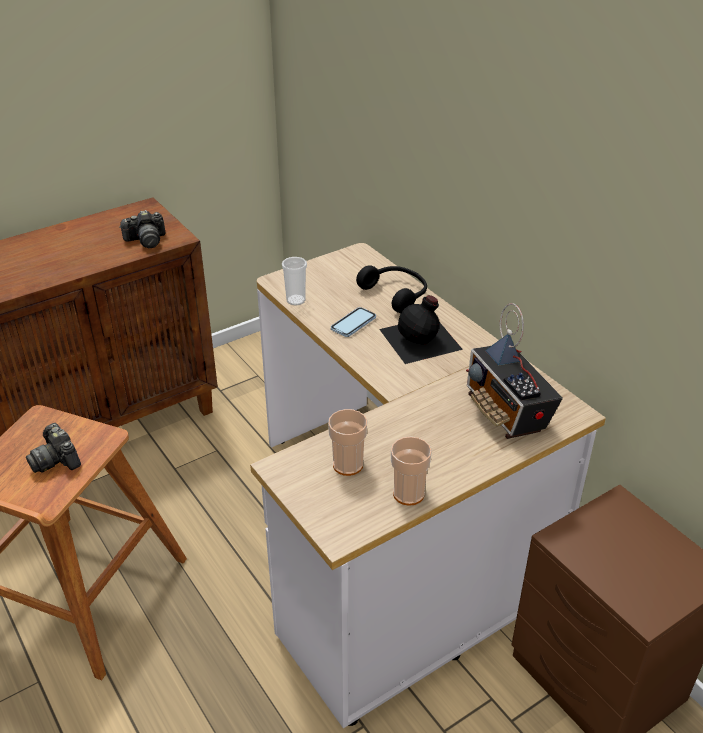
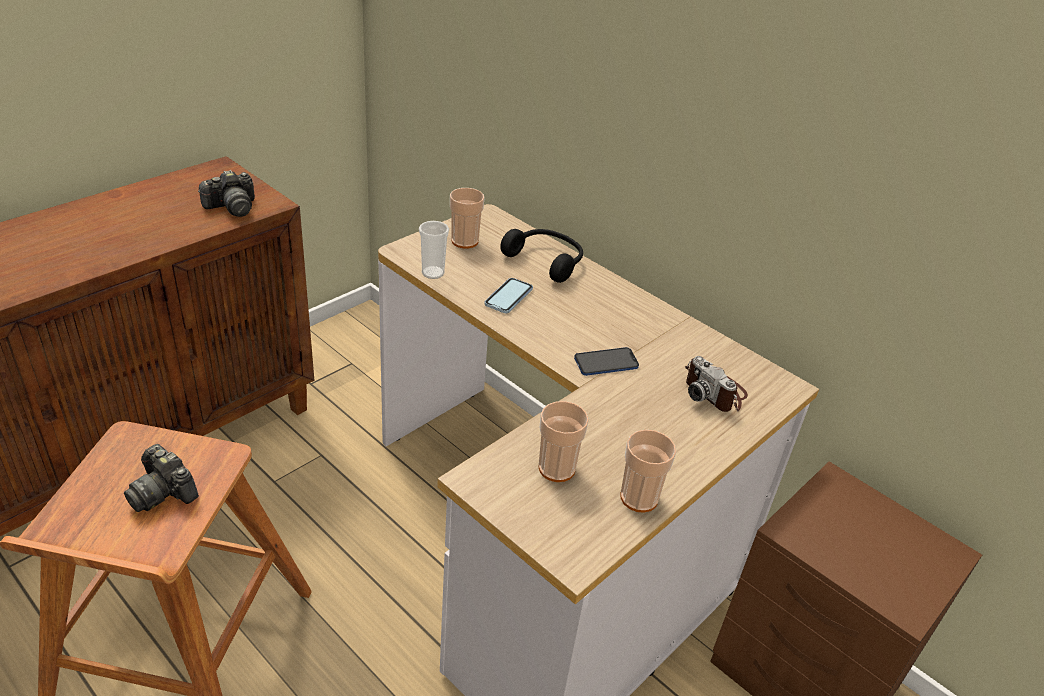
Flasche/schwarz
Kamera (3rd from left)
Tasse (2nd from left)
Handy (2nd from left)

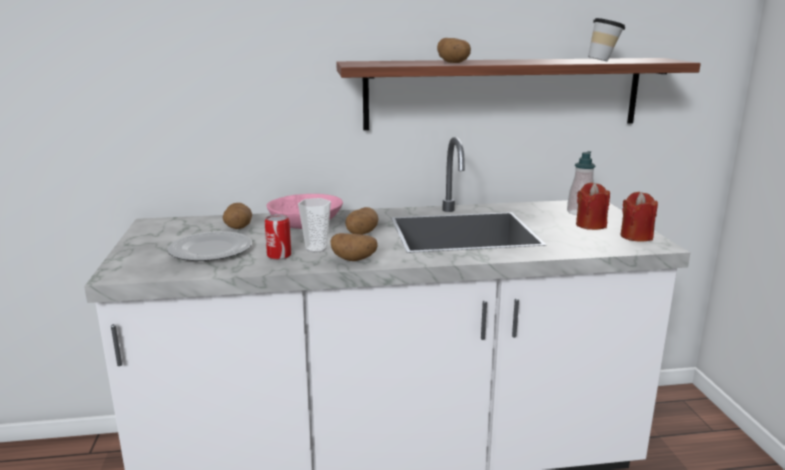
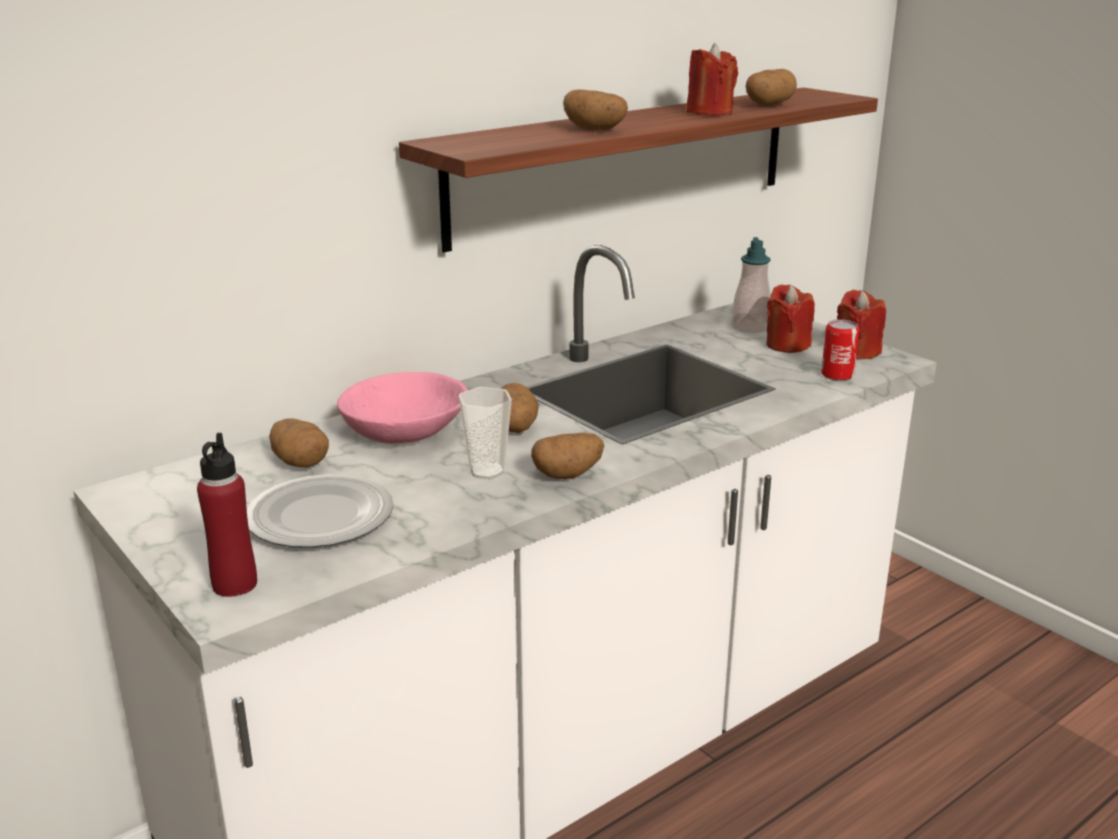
Dose
Kartoffel (5th from left)
Flasche/rot
Kerze/rot (1st from left)

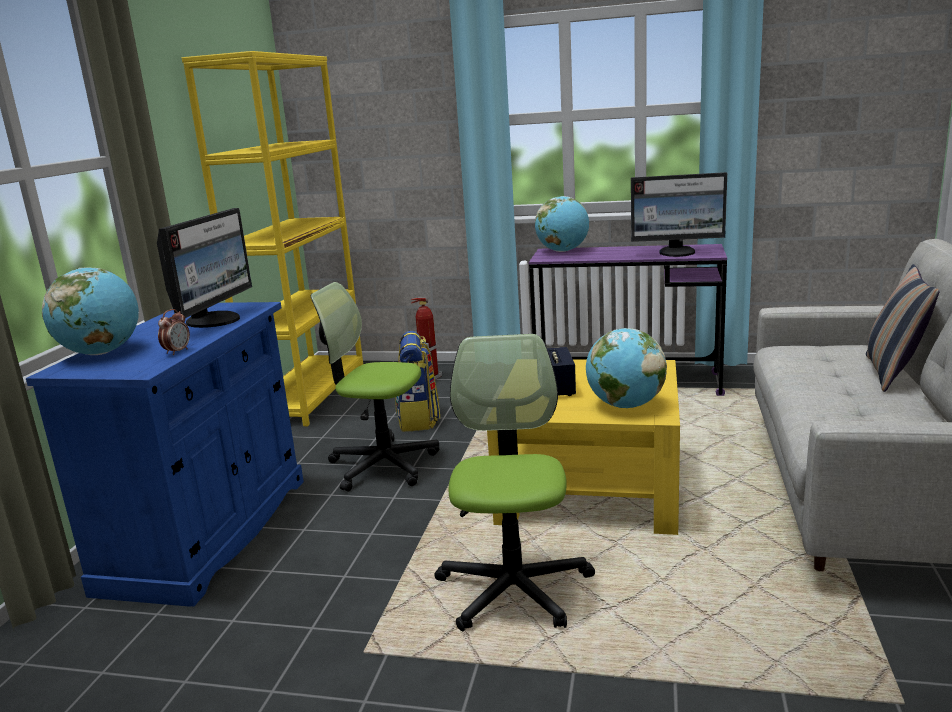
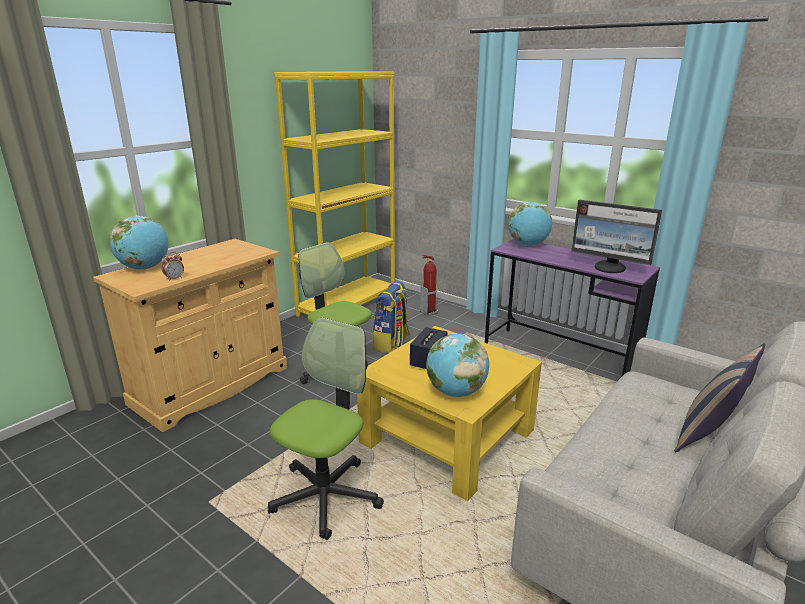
Schrank/beige
Monitor (1st from left in the first image)

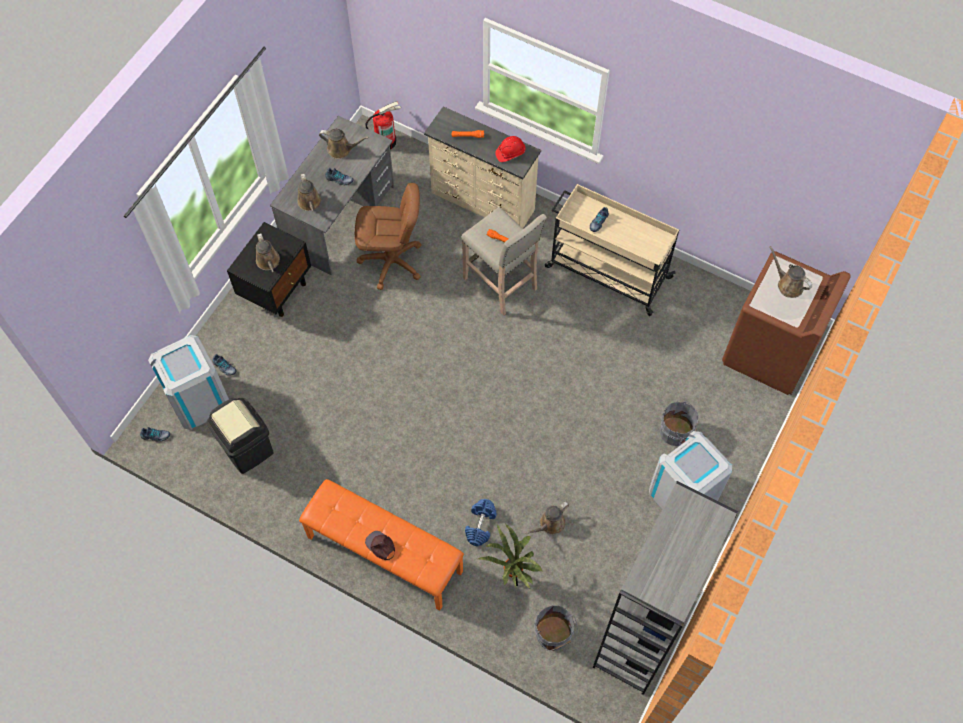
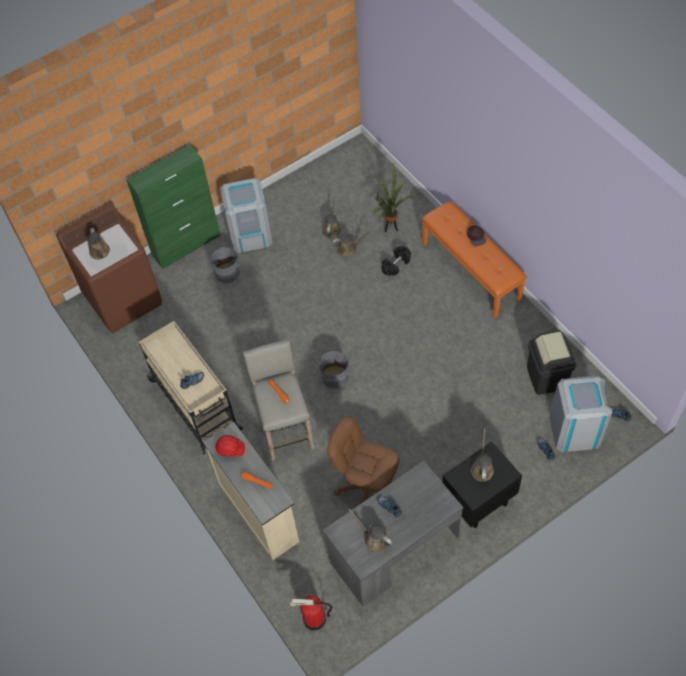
Gießkanne/braun (2nd from left)
Hantel/schwarz
Eimer/grau (2nd from left)
Bücherregal/grau
Schrank/grün

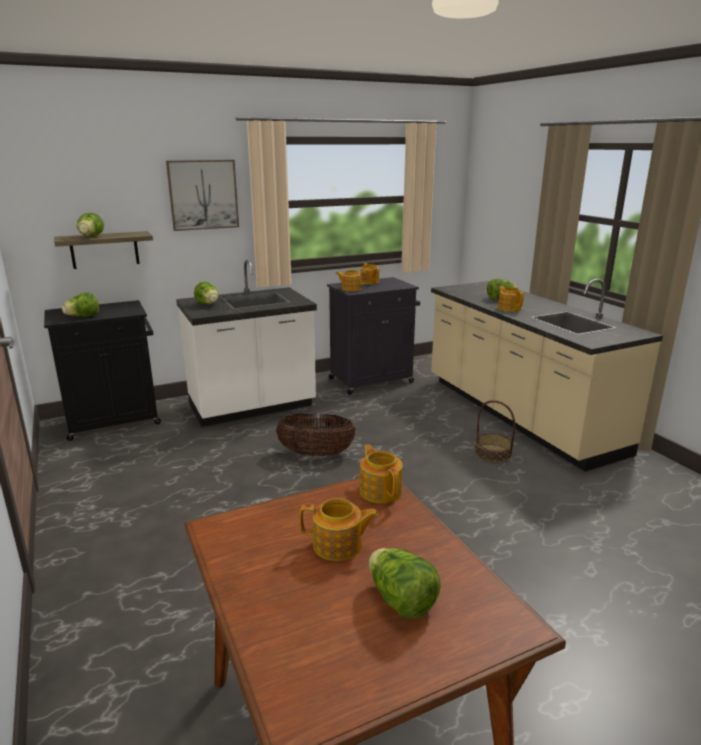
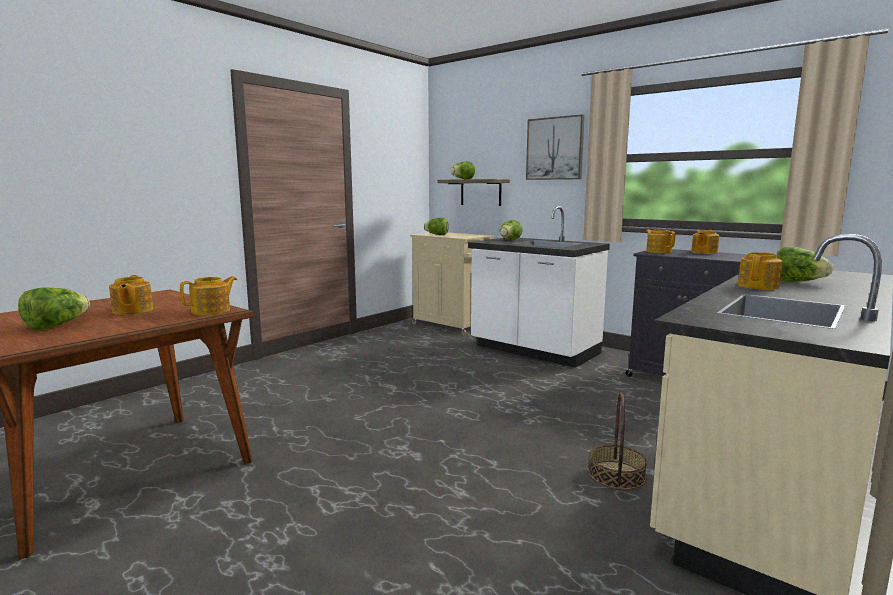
Schrank/beige
Korb (1st from left in the first image)

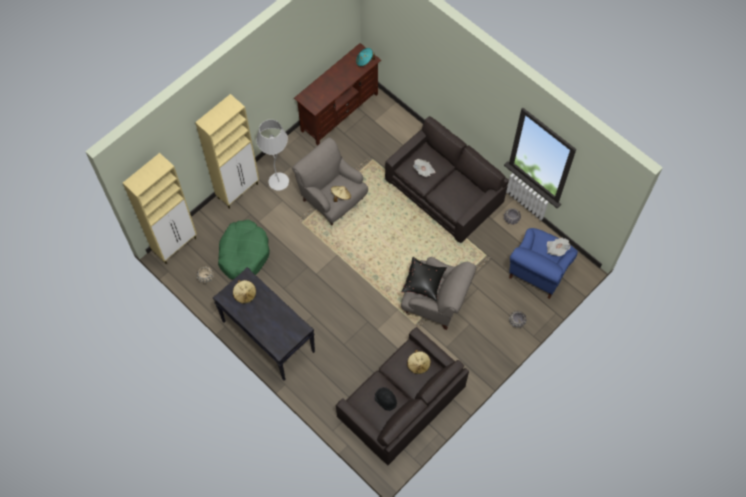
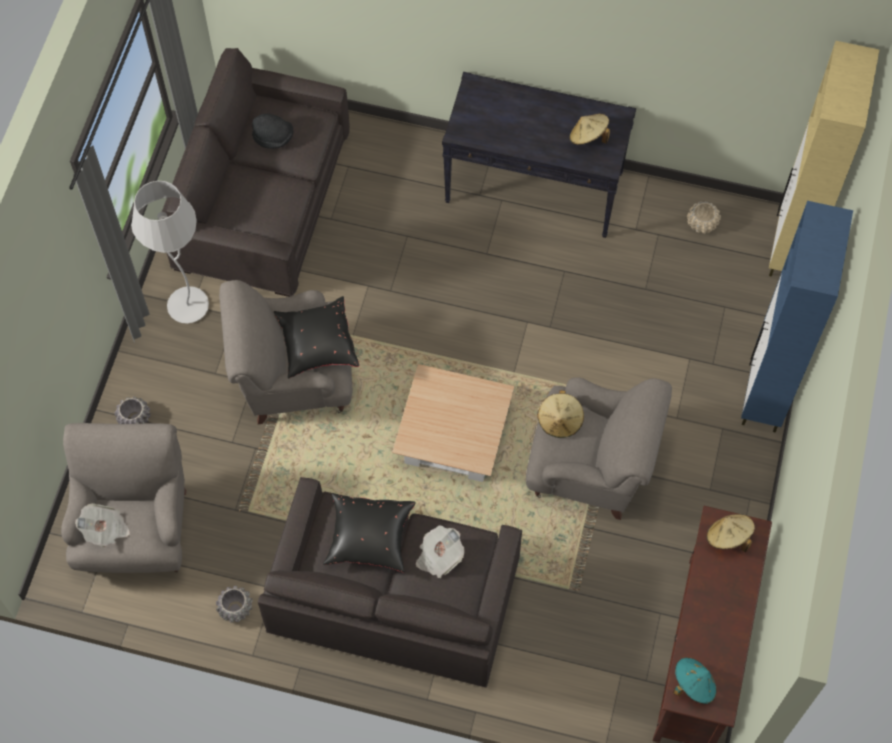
Schrank/blau
Hundebett/grün
Stehlampe/weiß
Hut/beige (3rd from left)
Sessel/grau (1st from left)
Kissen/schwarz (2nd from left)
Couchtisch/beige

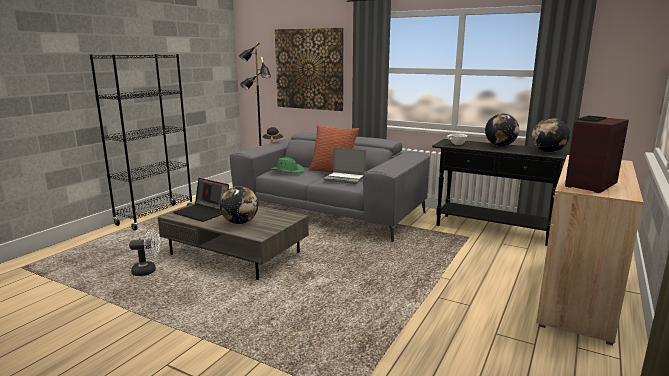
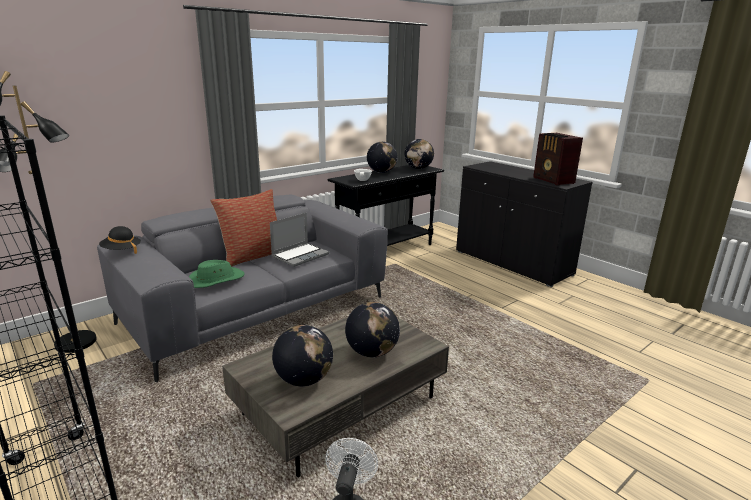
Globus (1st from left)
Bild
Schrank/schwarz

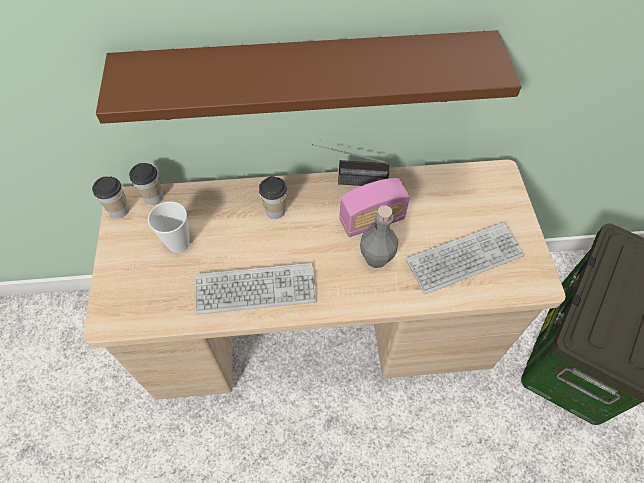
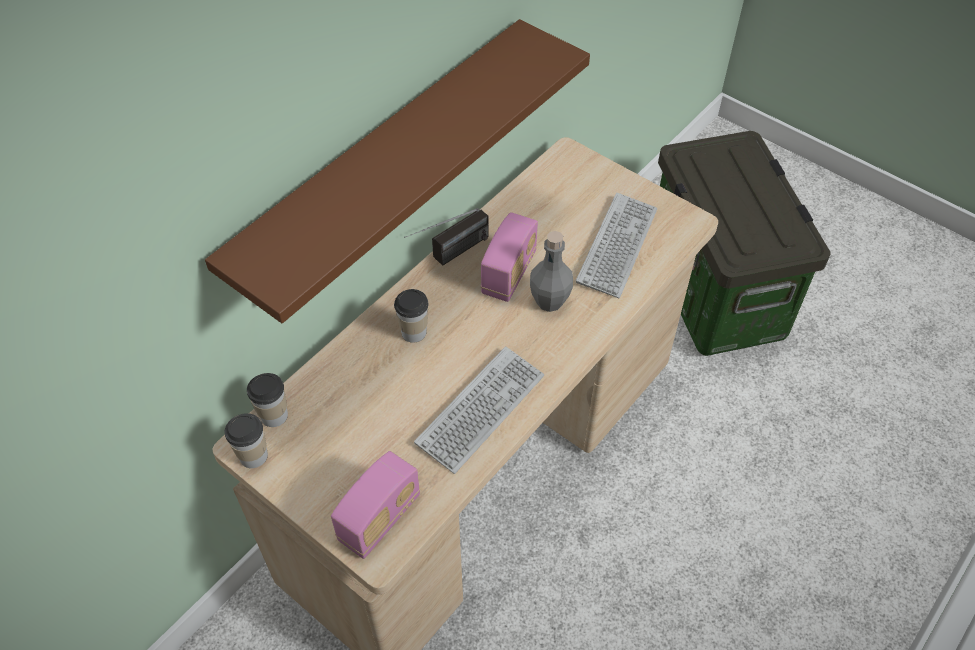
Tasse (3rd from left in the first image)
Radio (1st from left)

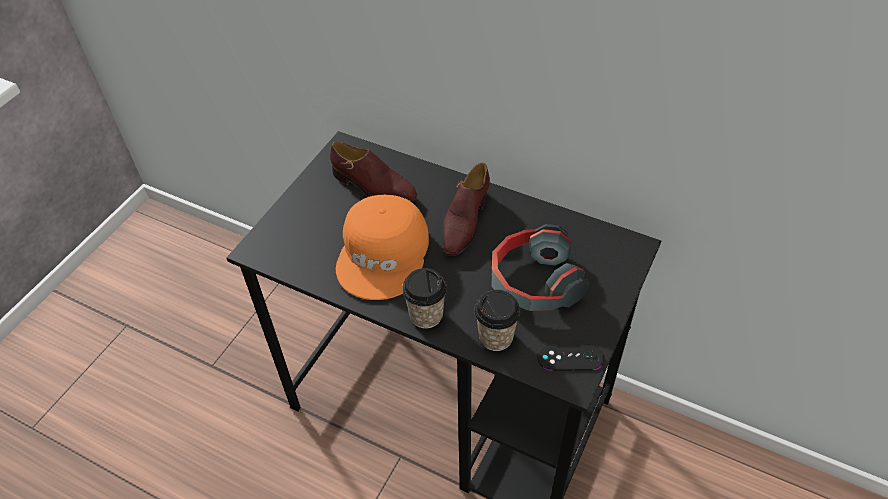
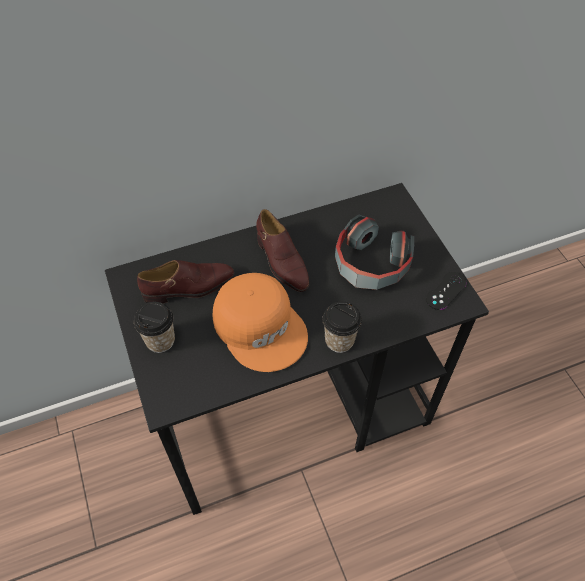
Tasse (1st from left)

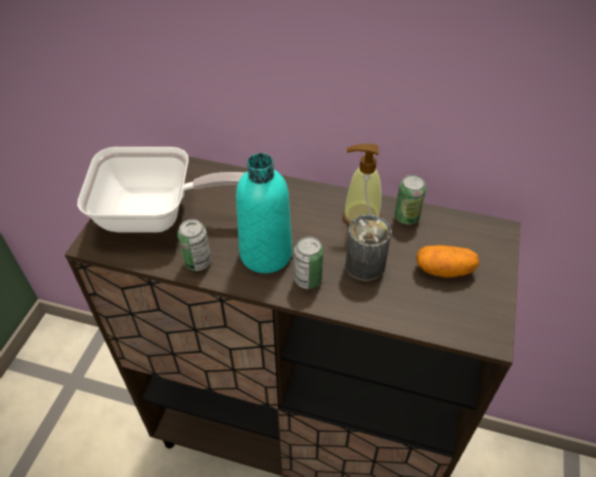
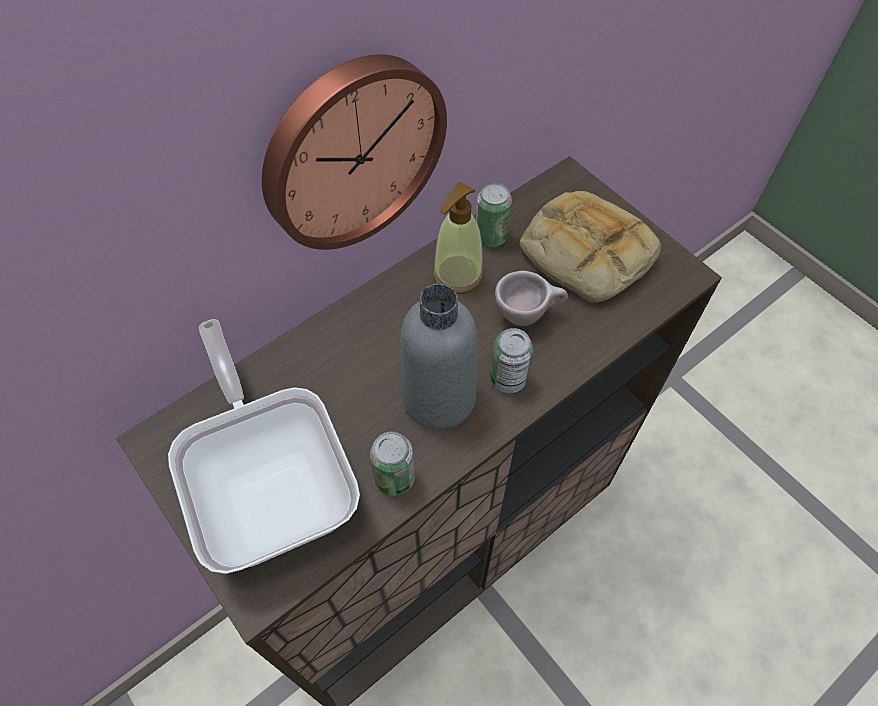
Pfanne
Flasche/grau
Tasse/beige
Brot
Wanduhr

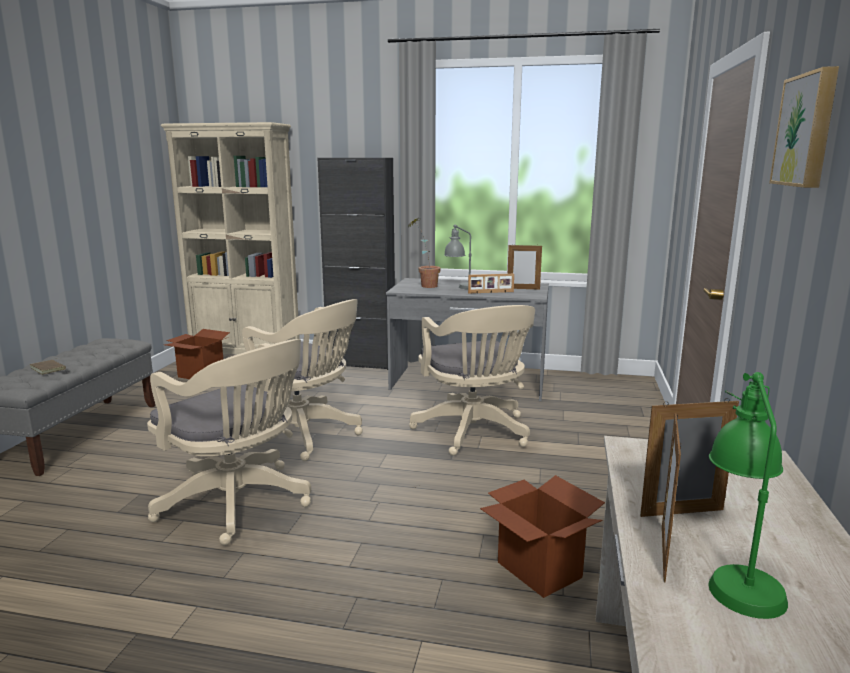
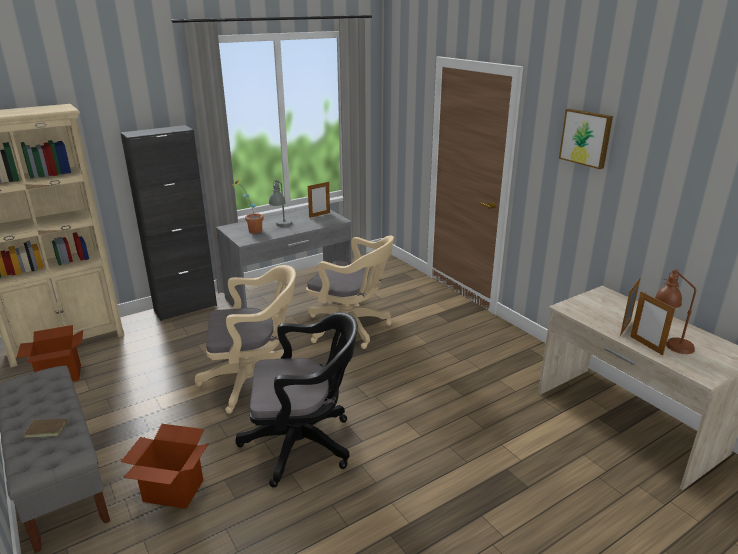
Bürostuhl/schwarz
Bilderrahmen (1st from left in the first image)
Karton (2nd from left)
Tischlampe/braun

